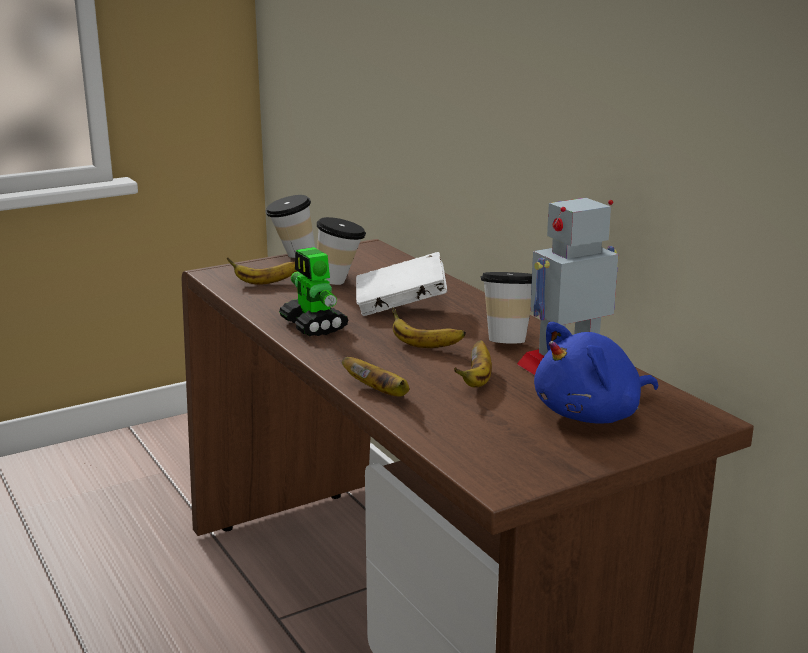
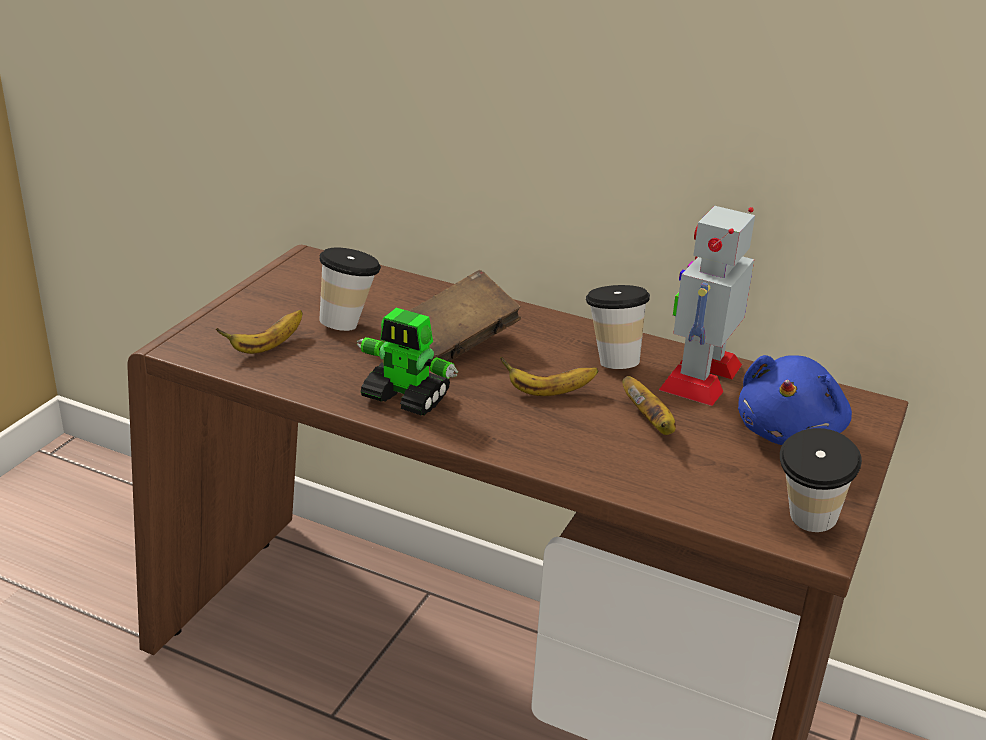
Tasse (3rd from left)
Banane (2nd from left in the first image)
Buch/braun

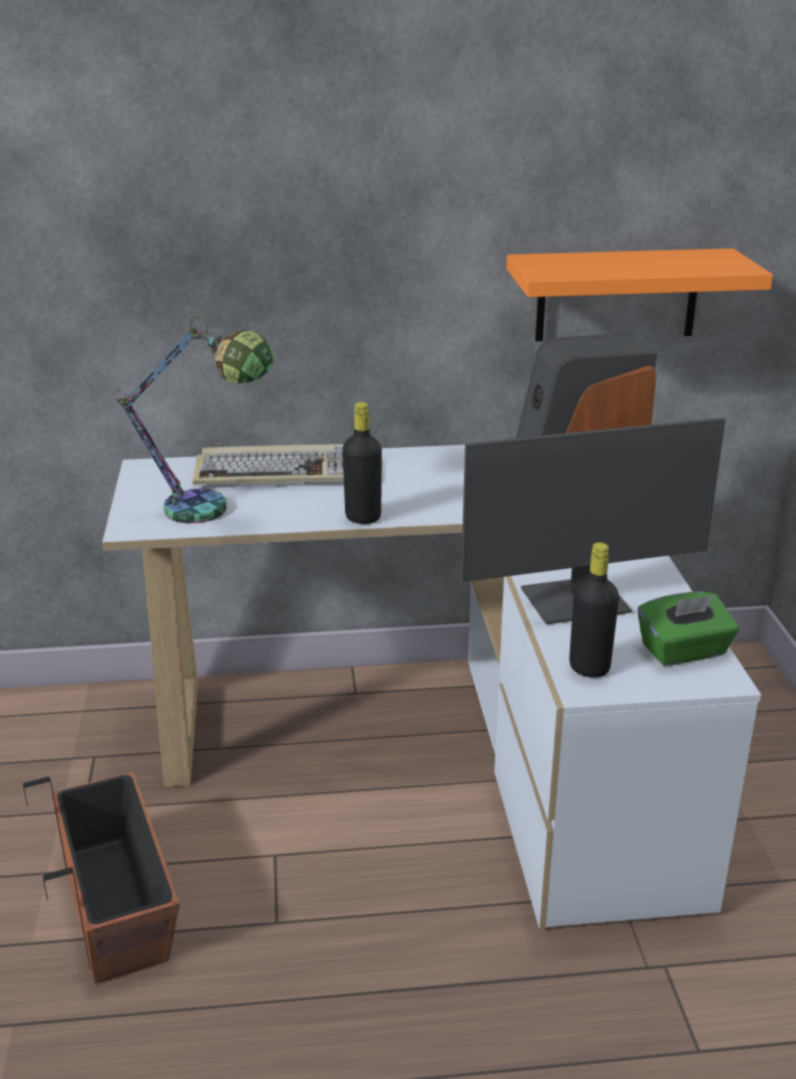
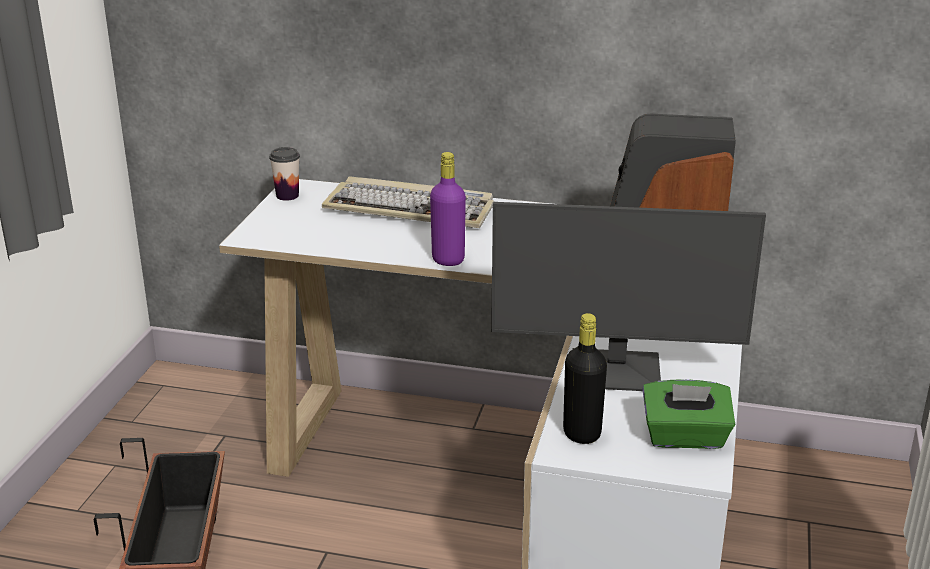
Tischlampe
Flasche/lila
Wandregal/orange
Tasse

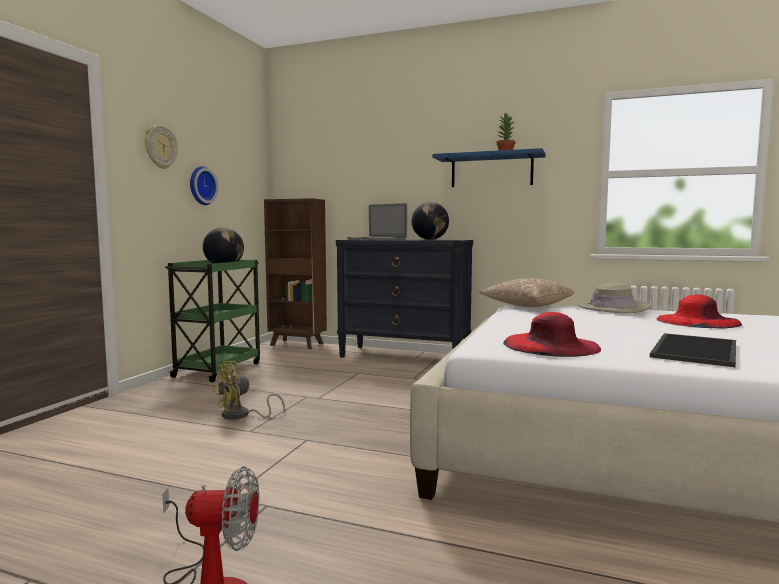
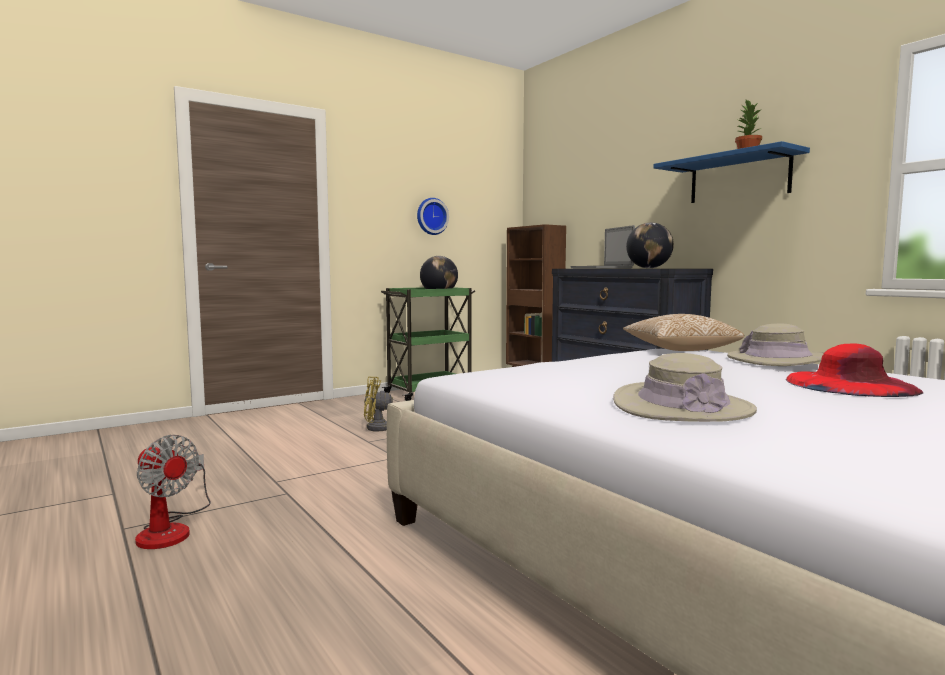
Wanduhr (1st from left in the first image)
Hut/rot (1st from left in the first image)
Hut/beige (1st from left)

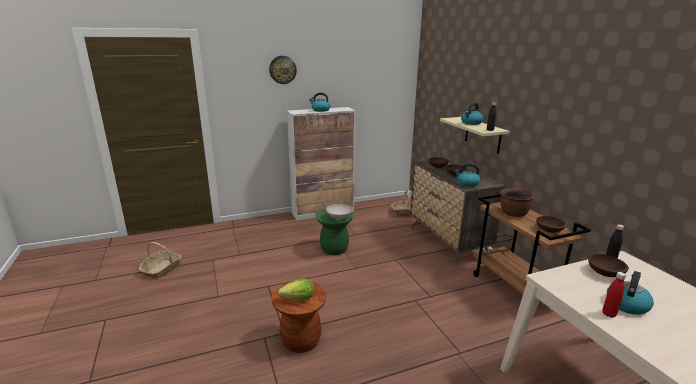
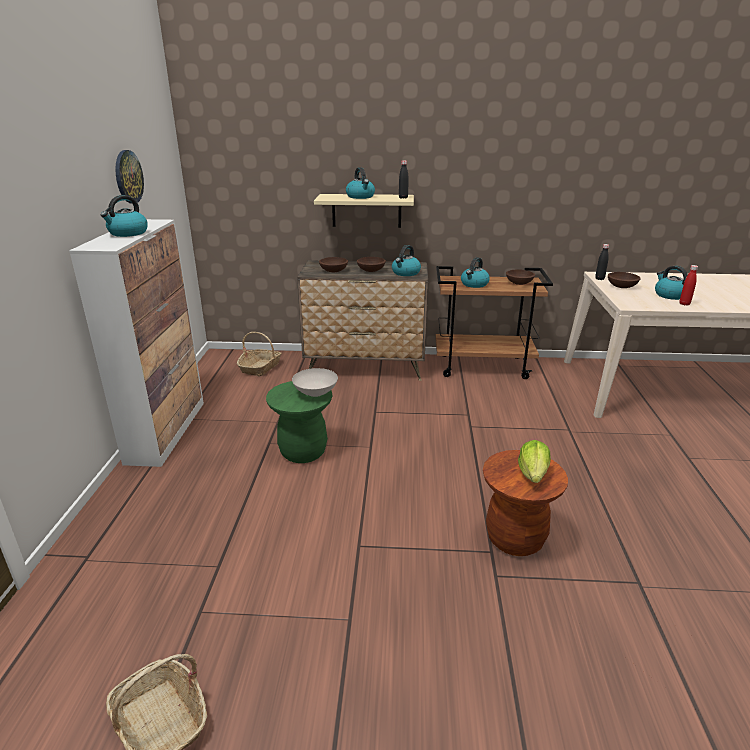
Wanduhr
Wasserkessel (4th from left)

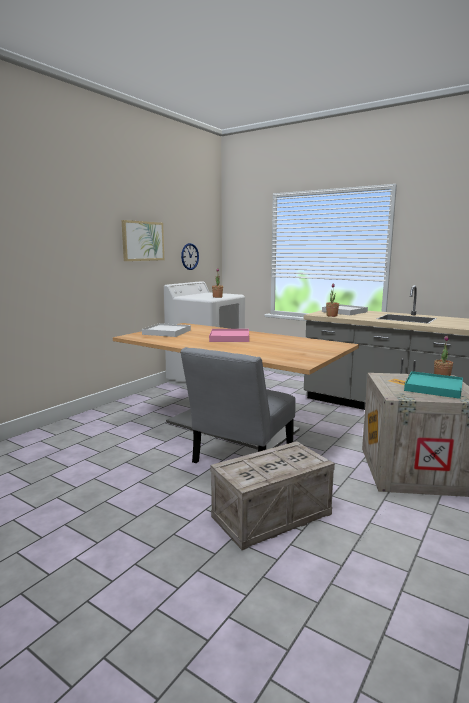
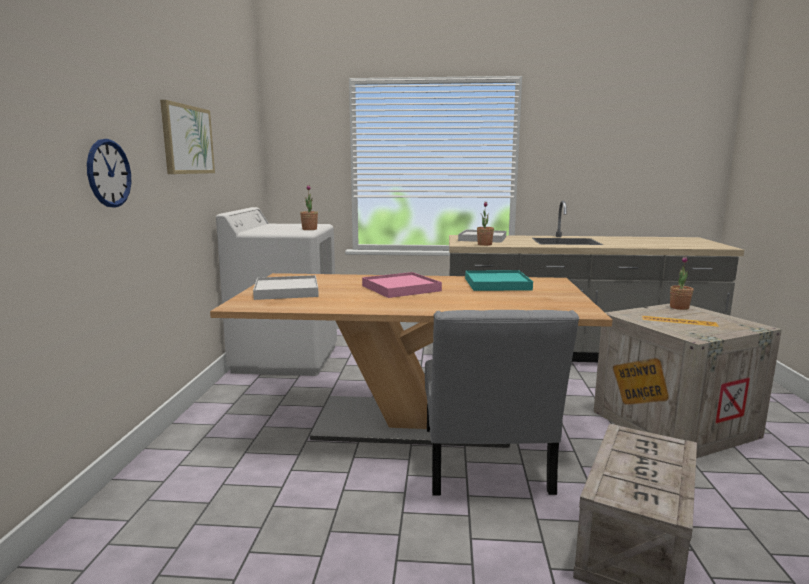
Wanduhr
Tablett/türkis

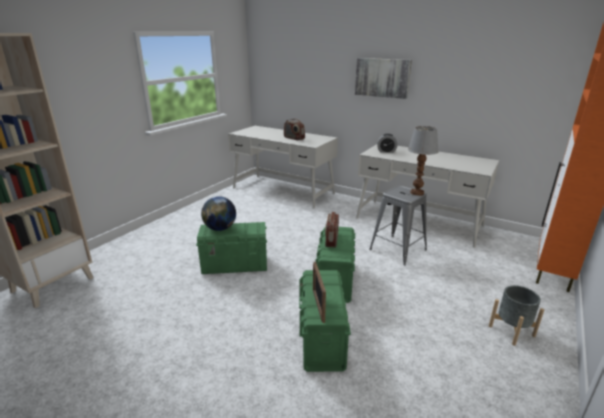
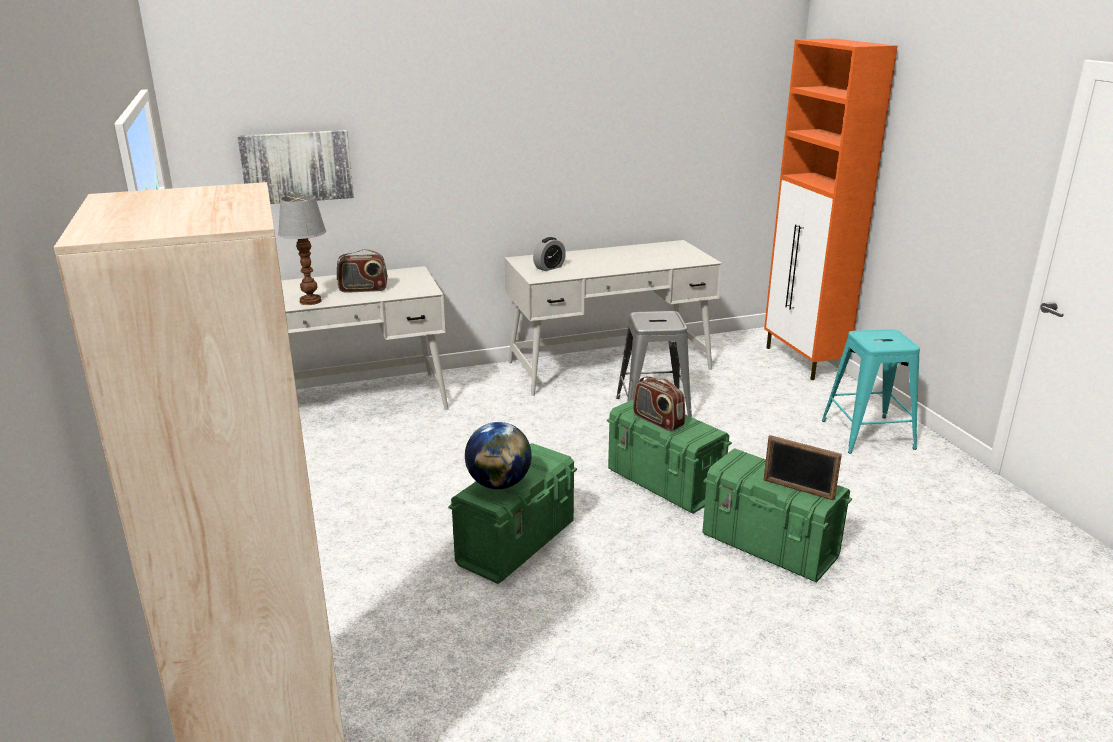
Bild
Tischlampe
Hocker/türkis

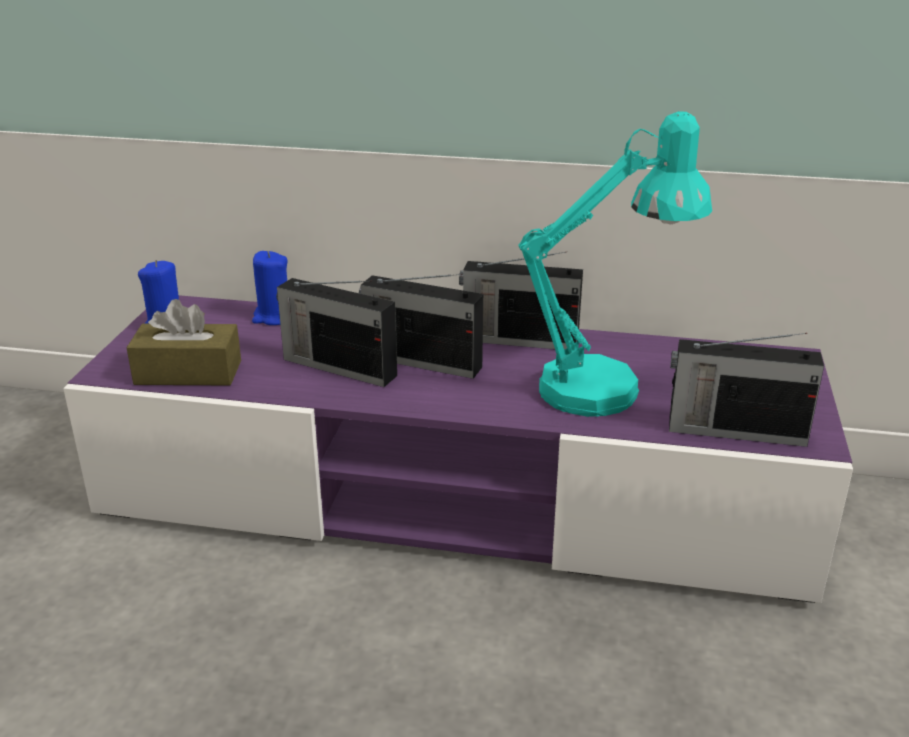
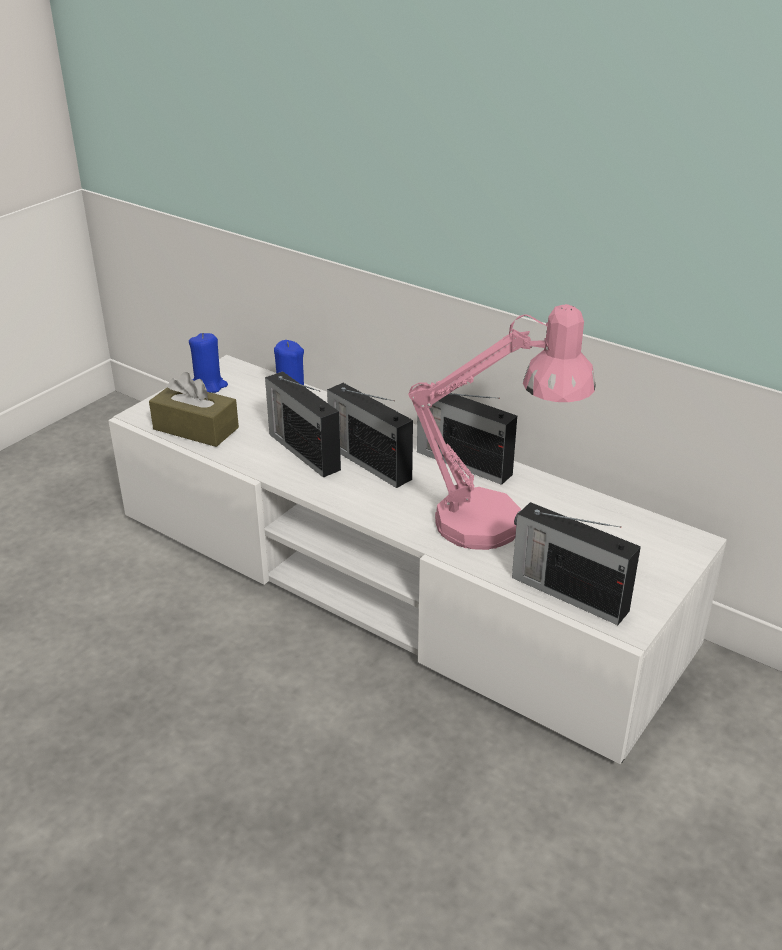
Fernsehschrank/weiß
Tischlampe/rosa

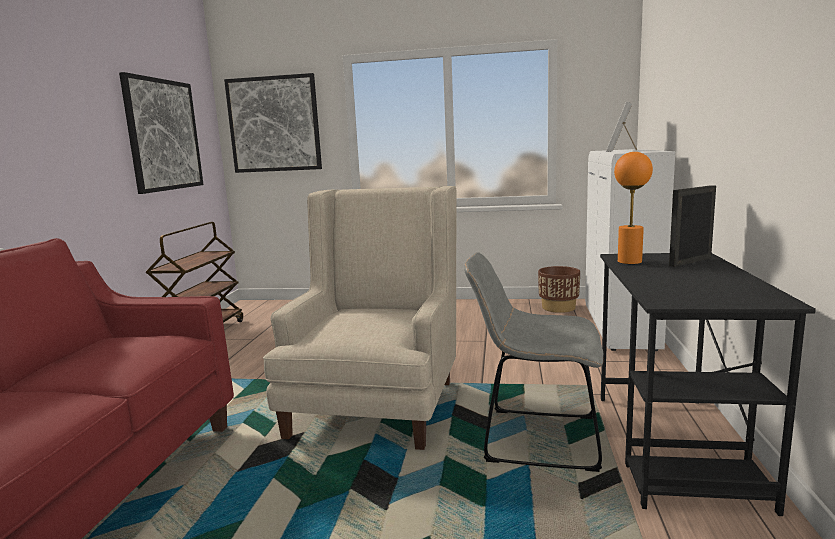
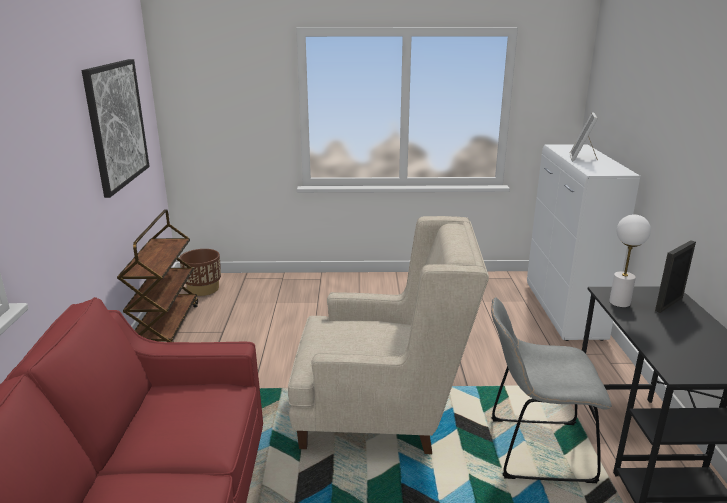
Bild (2nd from left in the first image)
Sessel/beige
Pflanzkübel/braun
Tischlampe/weiß

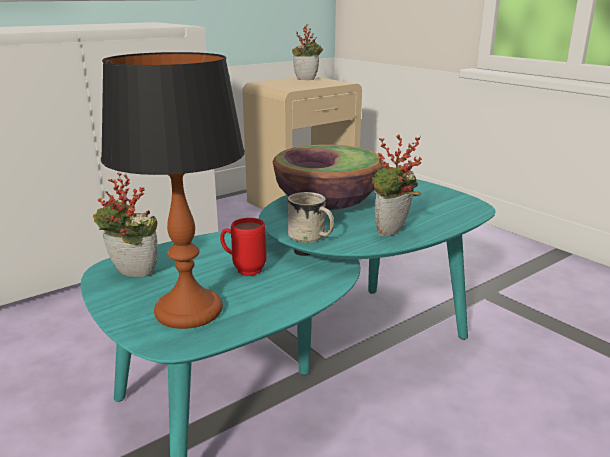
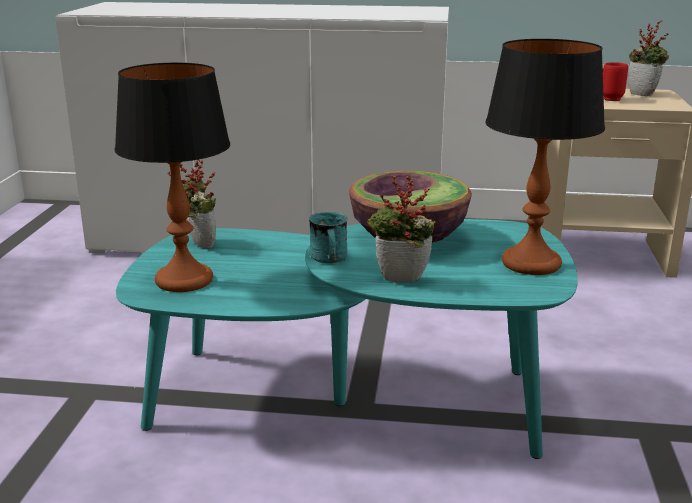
Henkelbecher/rot
Henkelbecher/türkis
Tischlampe (2nd from left)

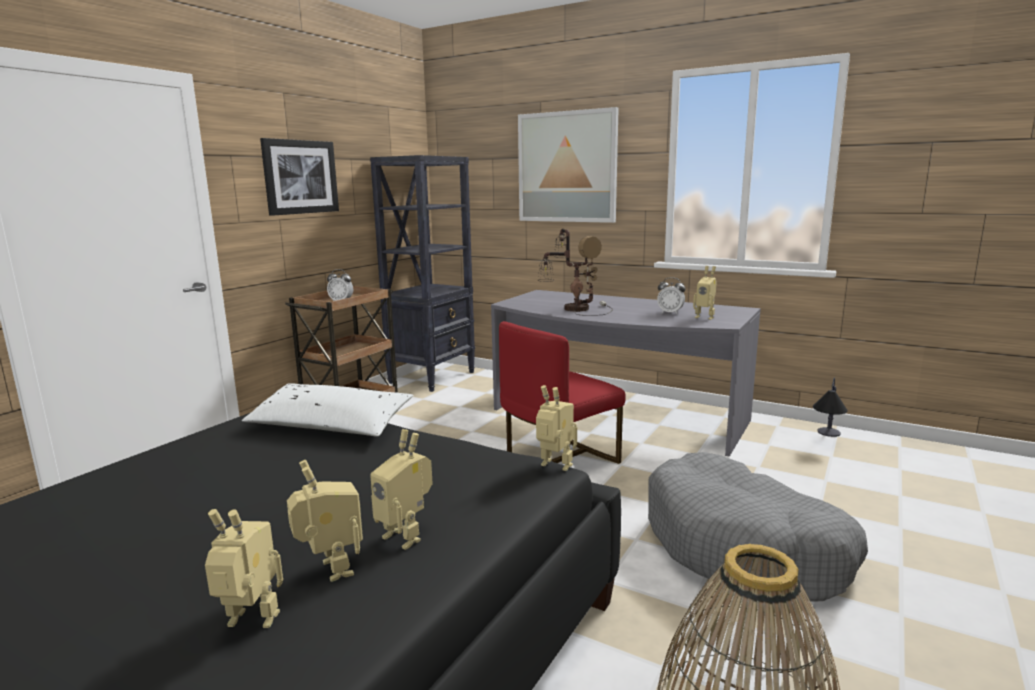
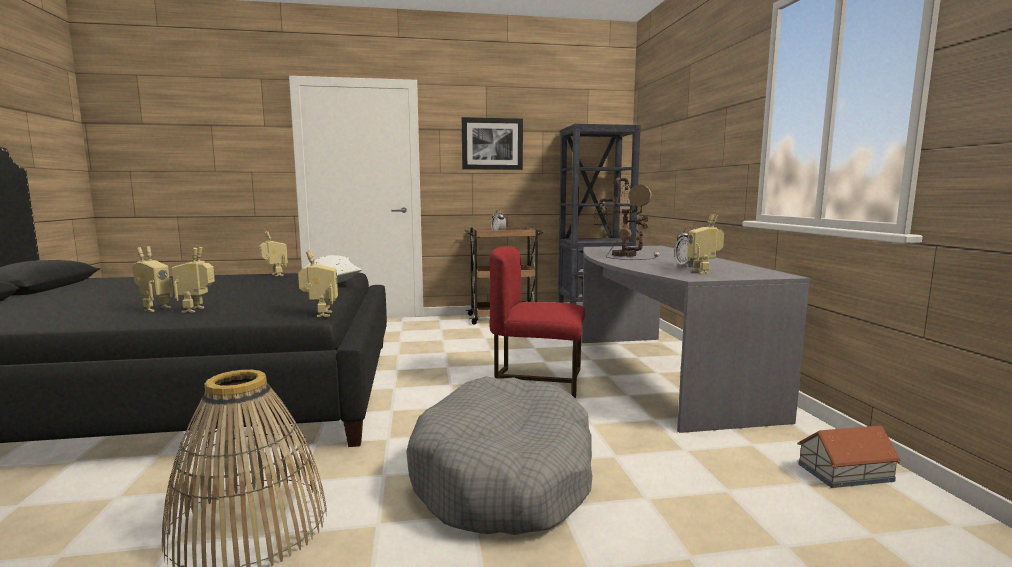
Spielzeugroboter (3rd from left)
Bild (2nd from left in the first image)
Spielzeughaus

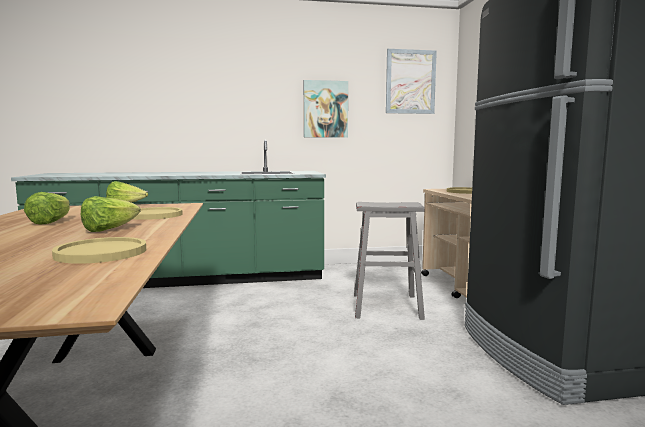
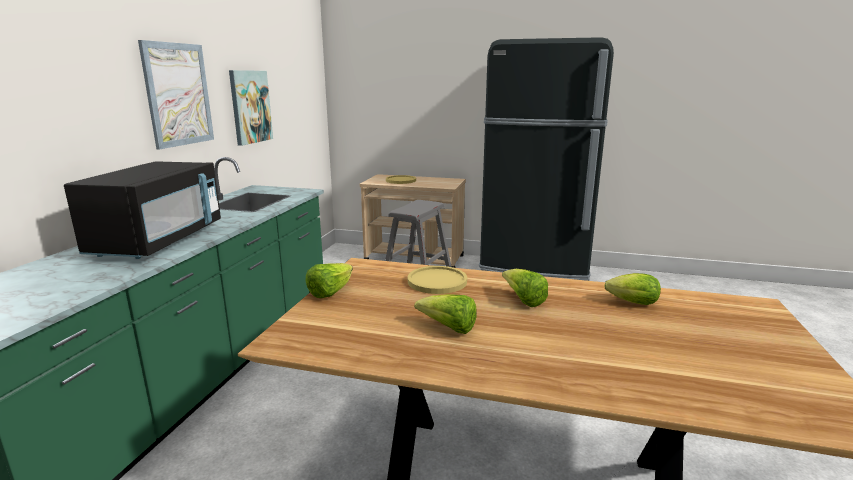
Salatkopf (4th from left)
Bild (1st from left)
Mikrowelle/schwarz

